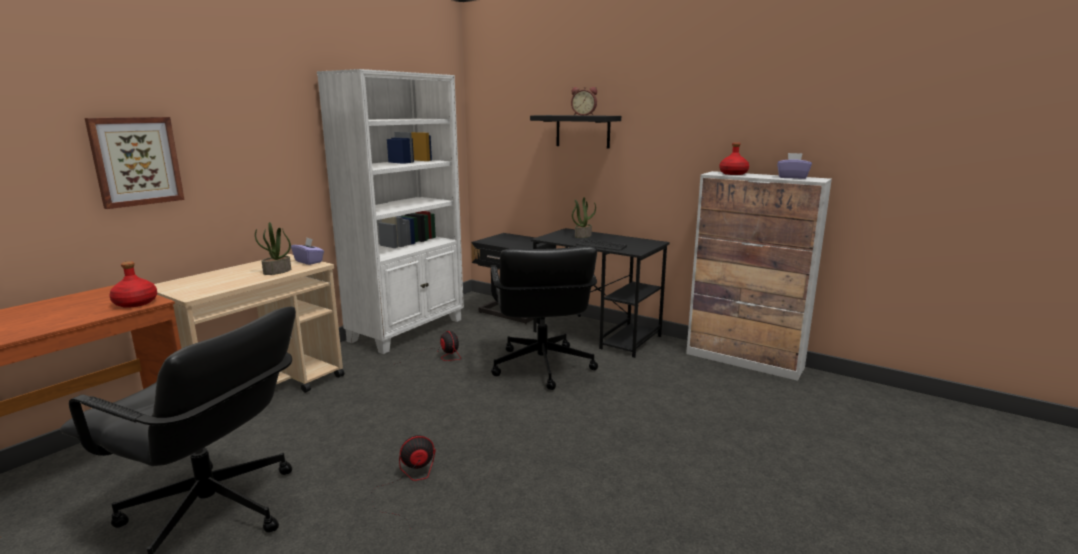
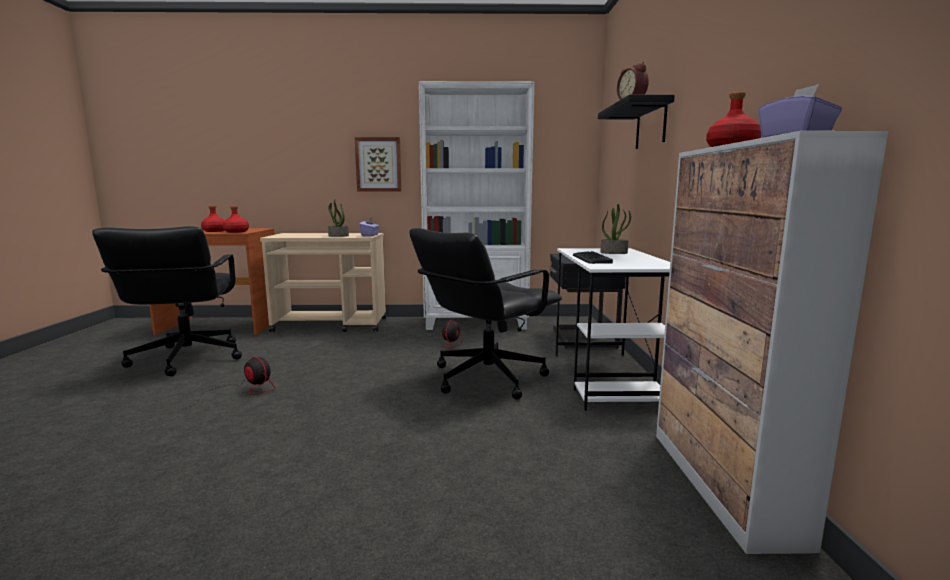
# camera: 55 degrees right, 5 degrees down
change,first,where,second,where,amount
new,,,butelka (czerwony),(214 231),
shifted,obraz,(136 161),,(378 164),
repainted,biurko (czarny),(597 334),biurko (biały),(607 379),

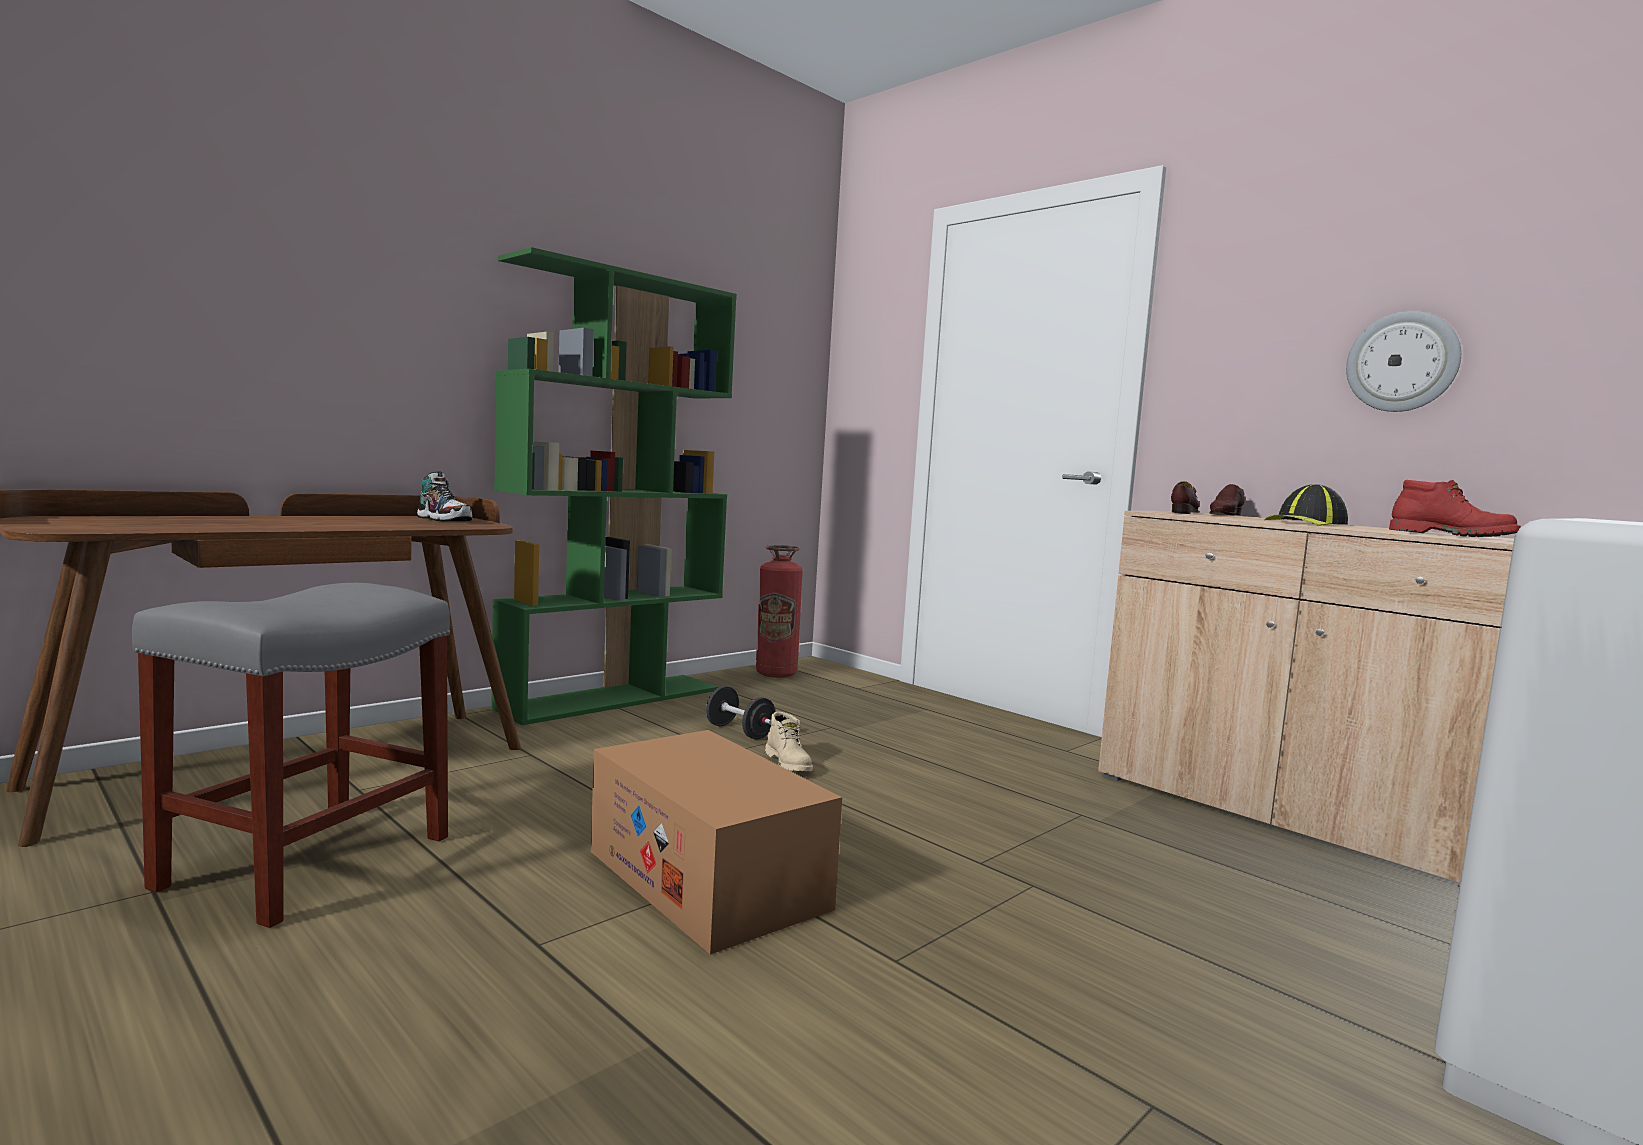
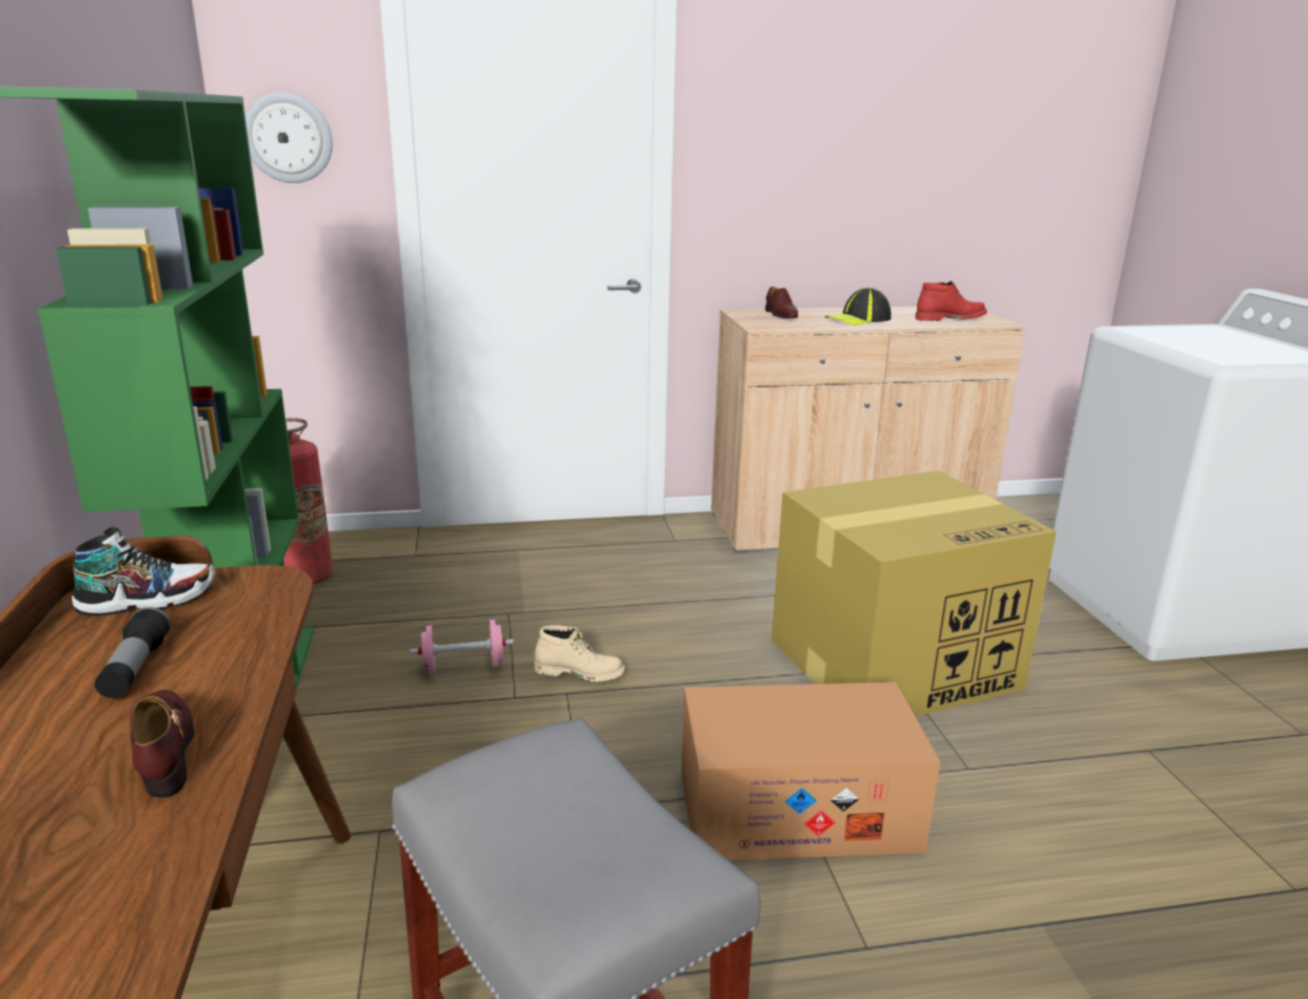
# camera: 55 degrees left, 15 degrees up
change,first,where,second,where,amount
new,,,latarka,(135 669),
shifted,but (brązowy),(1184 513),,(165 749),
shifted,zegar ścienny,(1402 362),,(288 138),
repainted,hantel (czarny),(739 732),hantel (różowy),(463 667),
new,,,karton,(895 662),
rotated,czapka z daszkiem,(1306 523),,(858 319),60 degrees clockwise

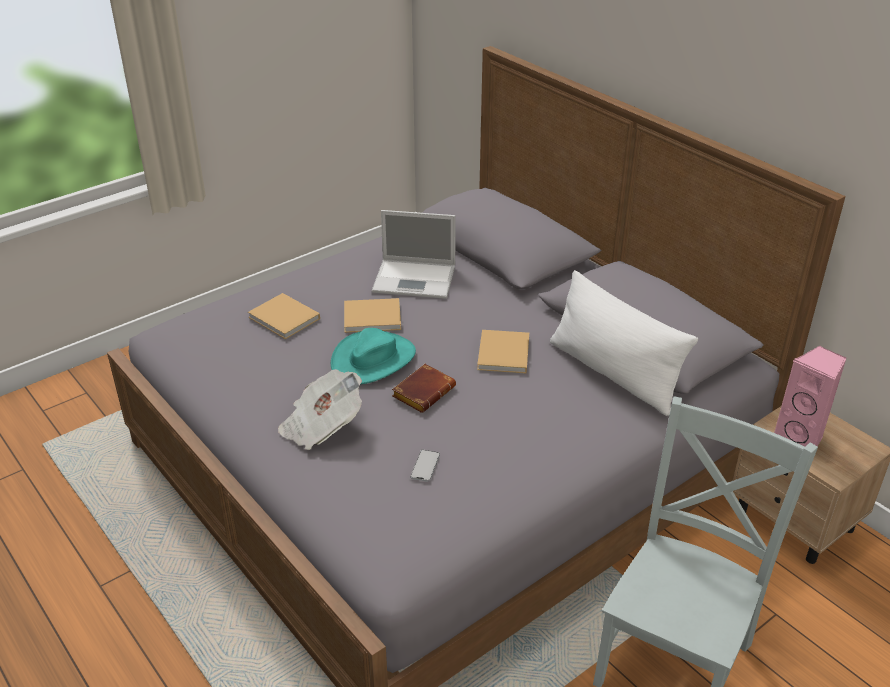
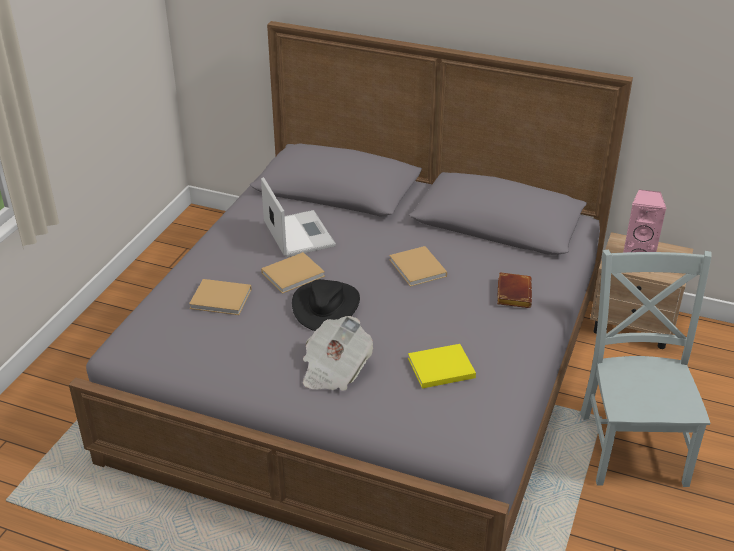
# camera: 30 degrees left, 0 degrees up
change,first,where,second,where,amount
rotated,laptop,(416 279),,(298 233),90 degrees counterclockwise
repainted,kapelusz (turkusowy),(373 359),kapelusz (czarny),(325 306),
swapped,telefon,(425 466),książka (żółty),(439 368),
shifted,książka (brązowy),(423 391),,(512 293),
gone,poduszka (biały),(613 373),,,

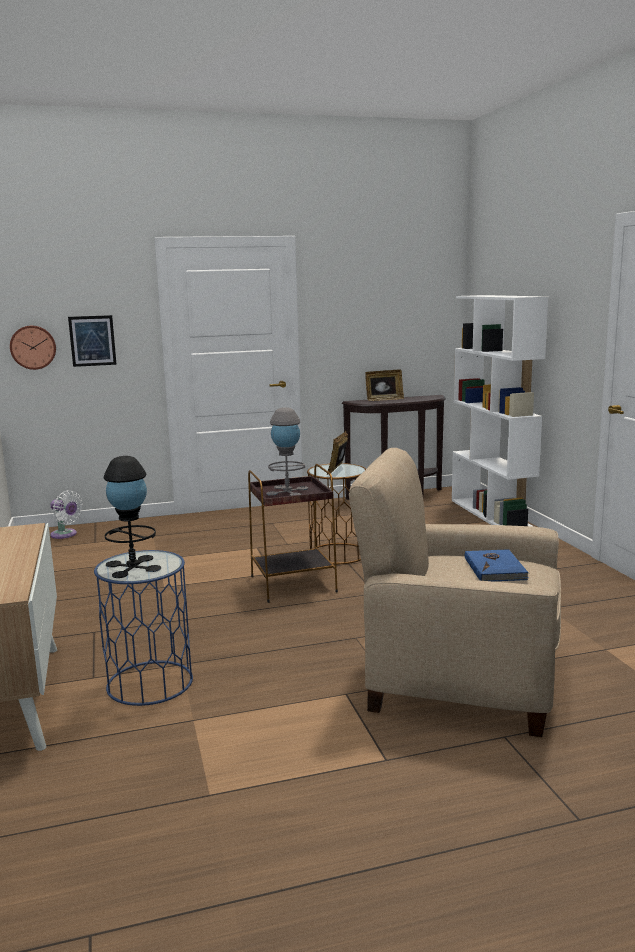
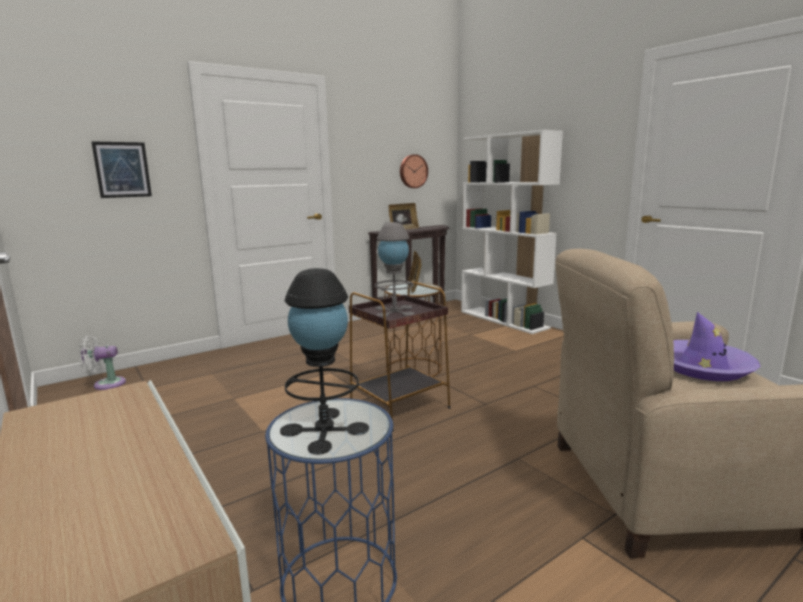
# camera: 20 degrees left, 0 degrees up
change,first,where,second,where,amount
rotated,wentylator (biały),(65 535),,(106 384),150 degrees clockwise
shifted,zegar ścienny,(33 347),,(413 171),
swapped,książka (niebieski),(496 568),kapelusz (fioletowy),(703 368),

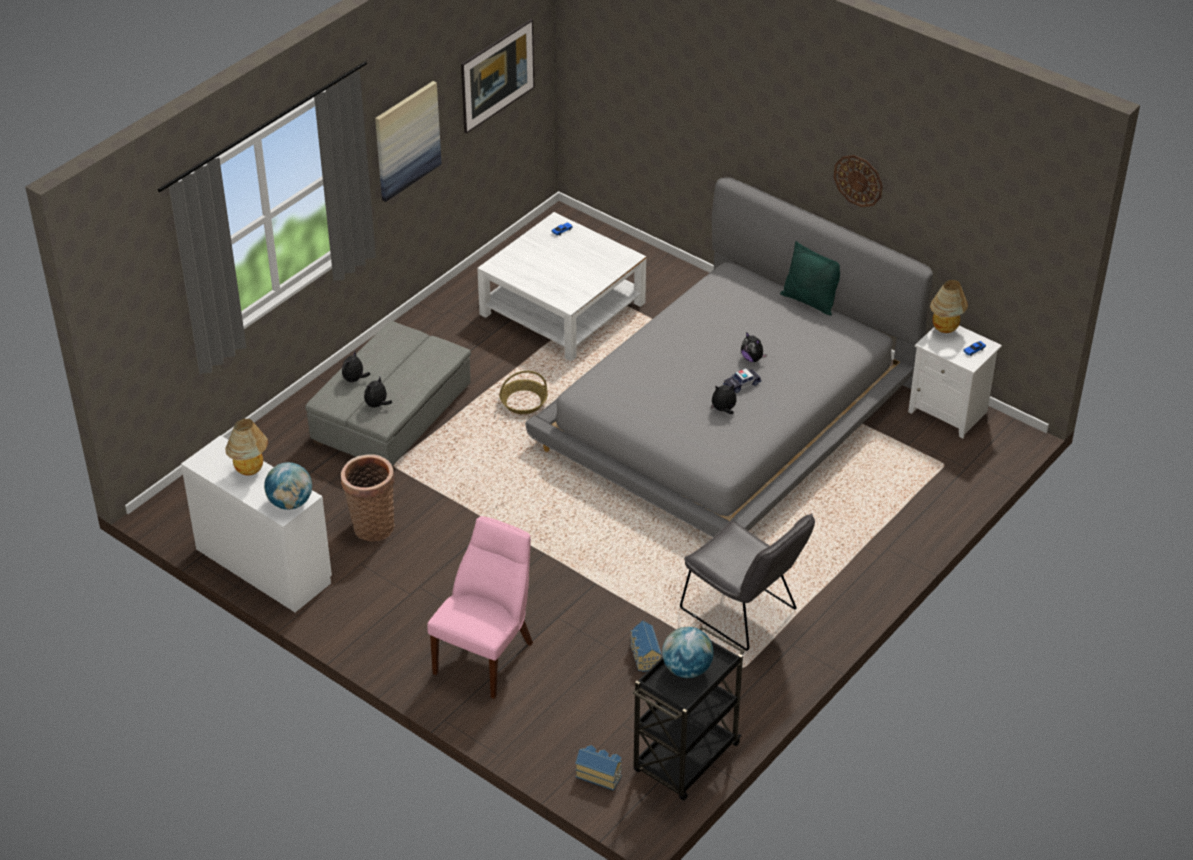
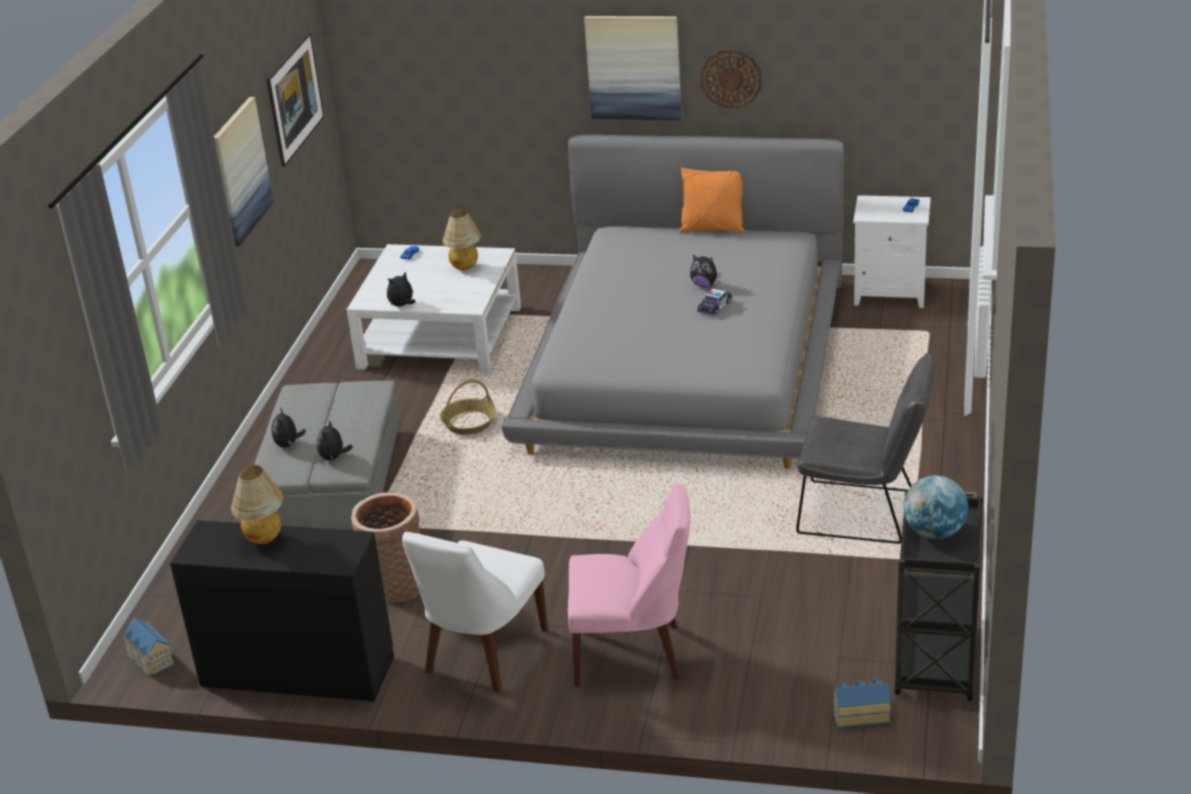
# camera: 25 degrees left, 10 degrees down
change,first,where,second,where,amount
shifted,domek,(644 656),,(149 660),
repainted,biurko (biały),(263 565),biurko (czarny),(297 671),
shifted,pluszak,(723 410),,(402 305),
new,,,krzesło (biały),(482 654),
shifted,lampa stołowa,(945 329),,(465 267),
rotated,krzesło (różowy),(487 655),,(633 654),90 degrees clockwise
new,,,obraz,(634 67),
repainted,poduszka (zielony),(809 301),poduszka (pomarańczowy),(712 229),
gone,globus,(290 503),,,

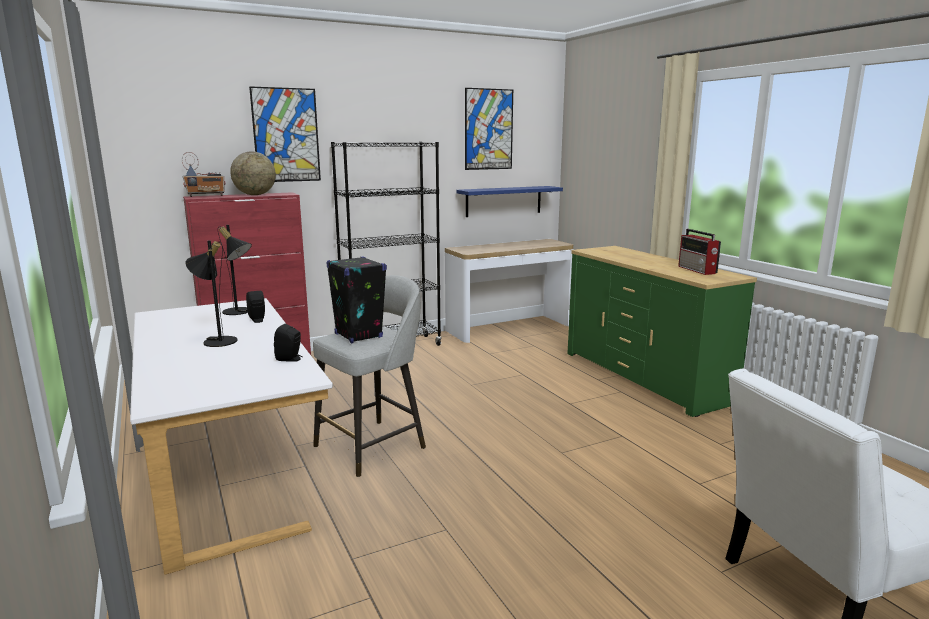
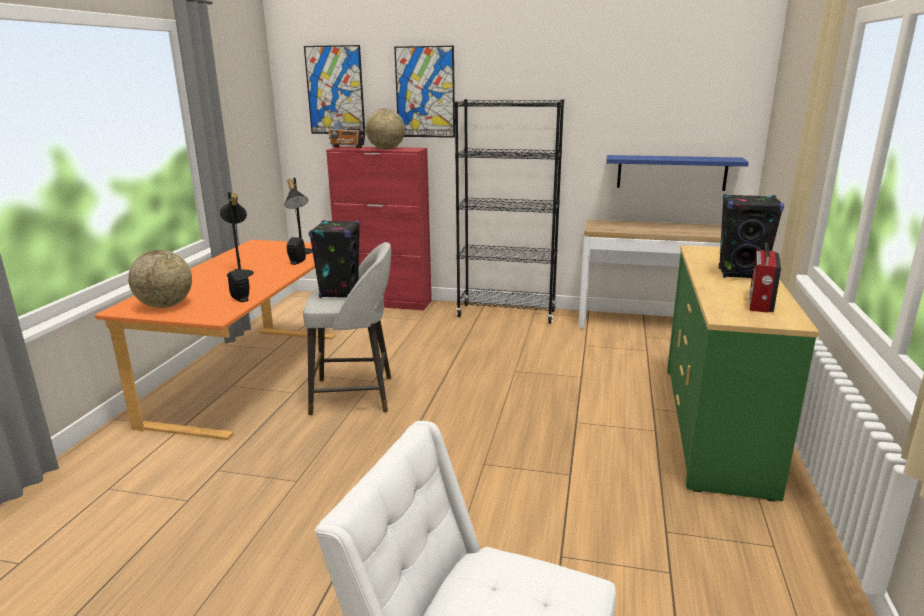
# camera: 40 degrees right, 5 degrees up
change,first,where,second,where,amount
repainted,biurko (biały),(231 469),biurko (pomarańczowy),(254 377),
new,,,globus,(165 305),
shifted,obraz,(488 129),,(335 90),
new,,,głośnik (czarny),(741 274),

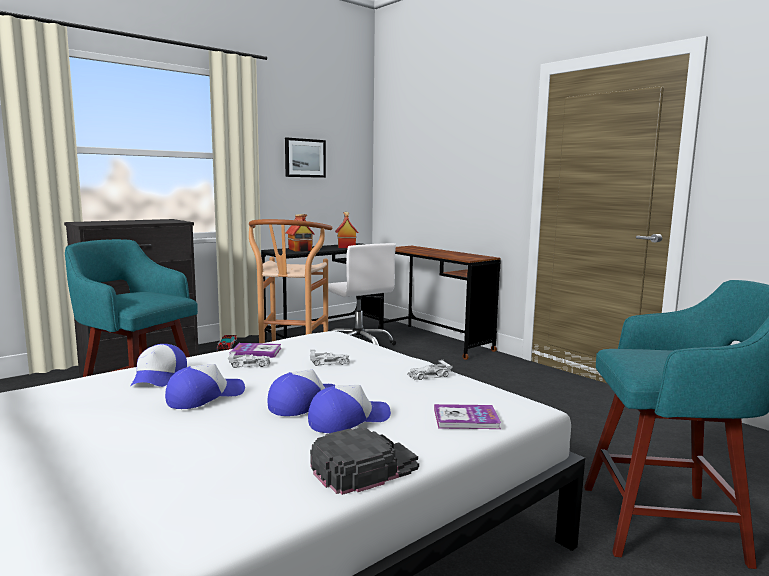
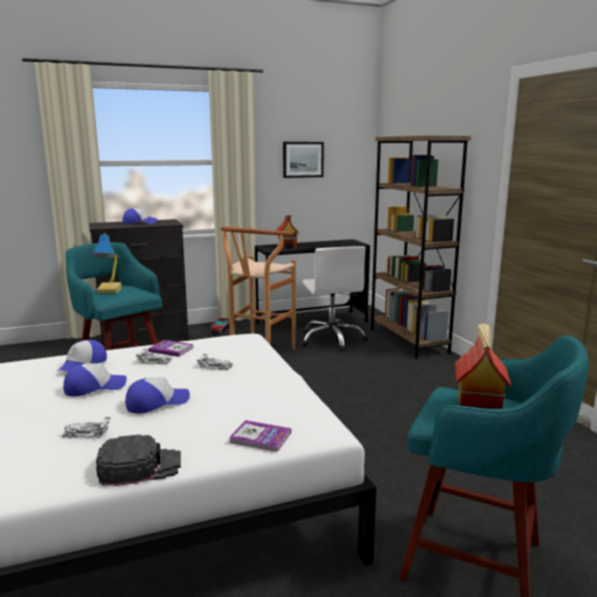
# camera: 20 degrees right, 5 degrees up
change,first,where,second,where,amount
shifted,samochodzik (biały),(428 376),,(86 433),
new,,,lampa stołowa,(110 290),
shifted,czapka z daszkiem,(348 420),,(139 223),
swapped,biurko (brązowy),(435 341),regał (brązowy),(408 340),
shifted,domek,(346 247),,(477 405),

